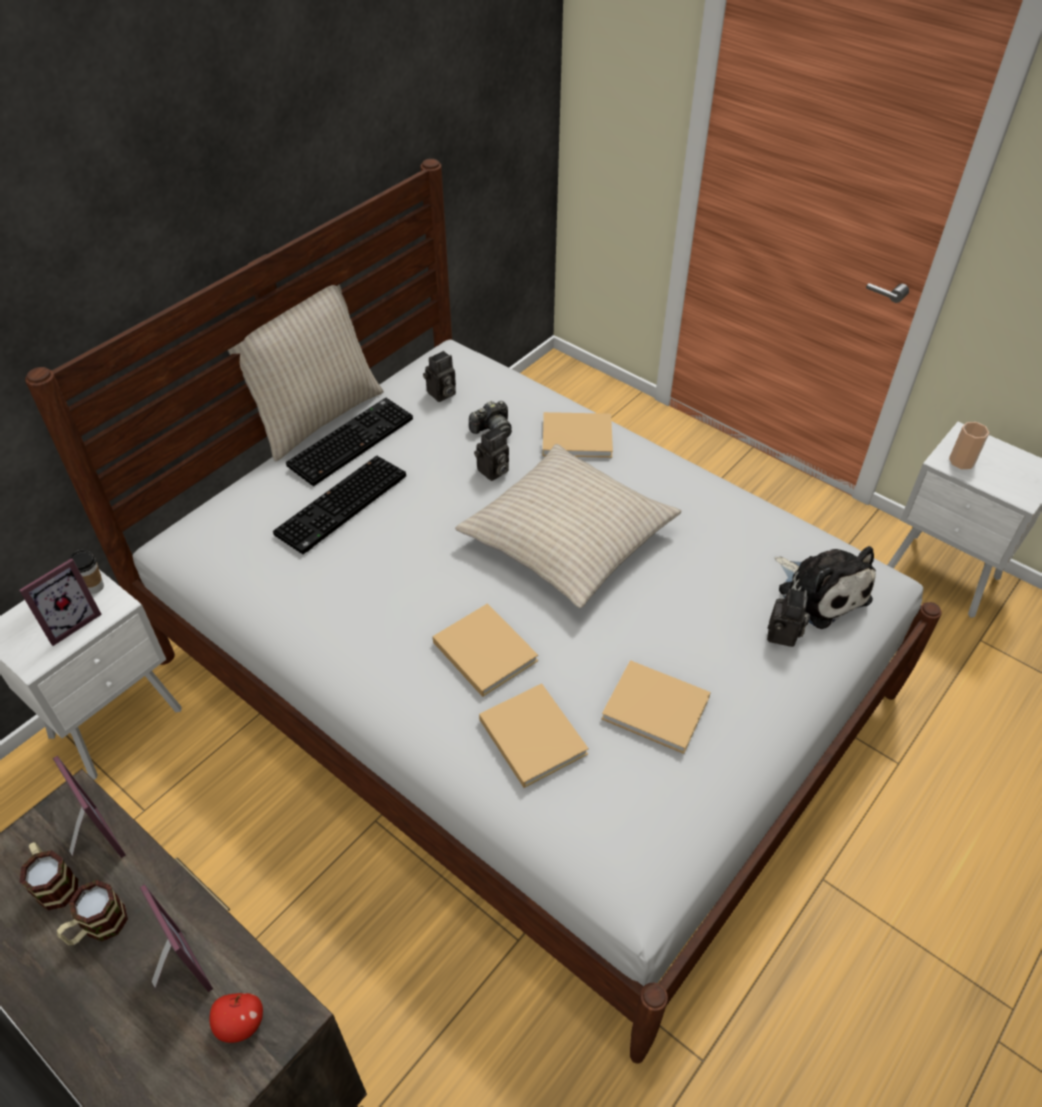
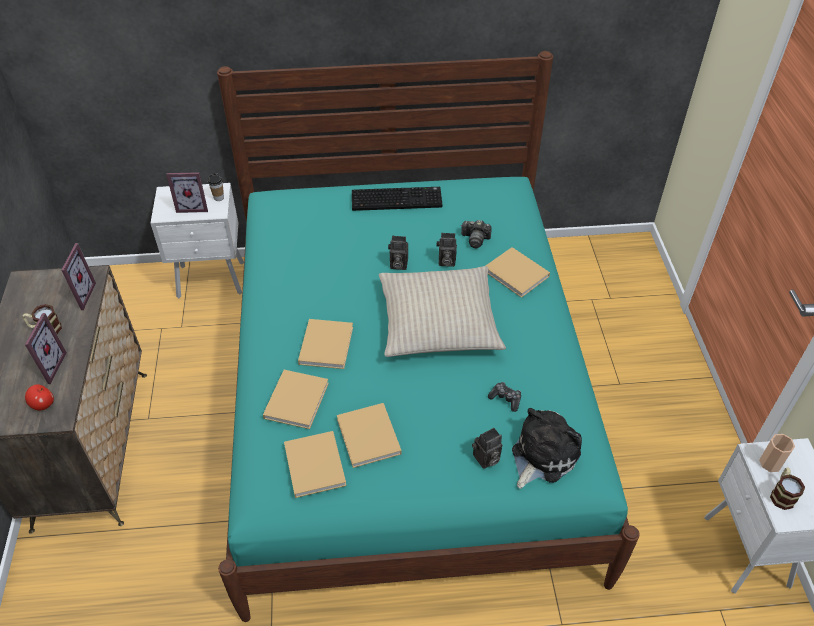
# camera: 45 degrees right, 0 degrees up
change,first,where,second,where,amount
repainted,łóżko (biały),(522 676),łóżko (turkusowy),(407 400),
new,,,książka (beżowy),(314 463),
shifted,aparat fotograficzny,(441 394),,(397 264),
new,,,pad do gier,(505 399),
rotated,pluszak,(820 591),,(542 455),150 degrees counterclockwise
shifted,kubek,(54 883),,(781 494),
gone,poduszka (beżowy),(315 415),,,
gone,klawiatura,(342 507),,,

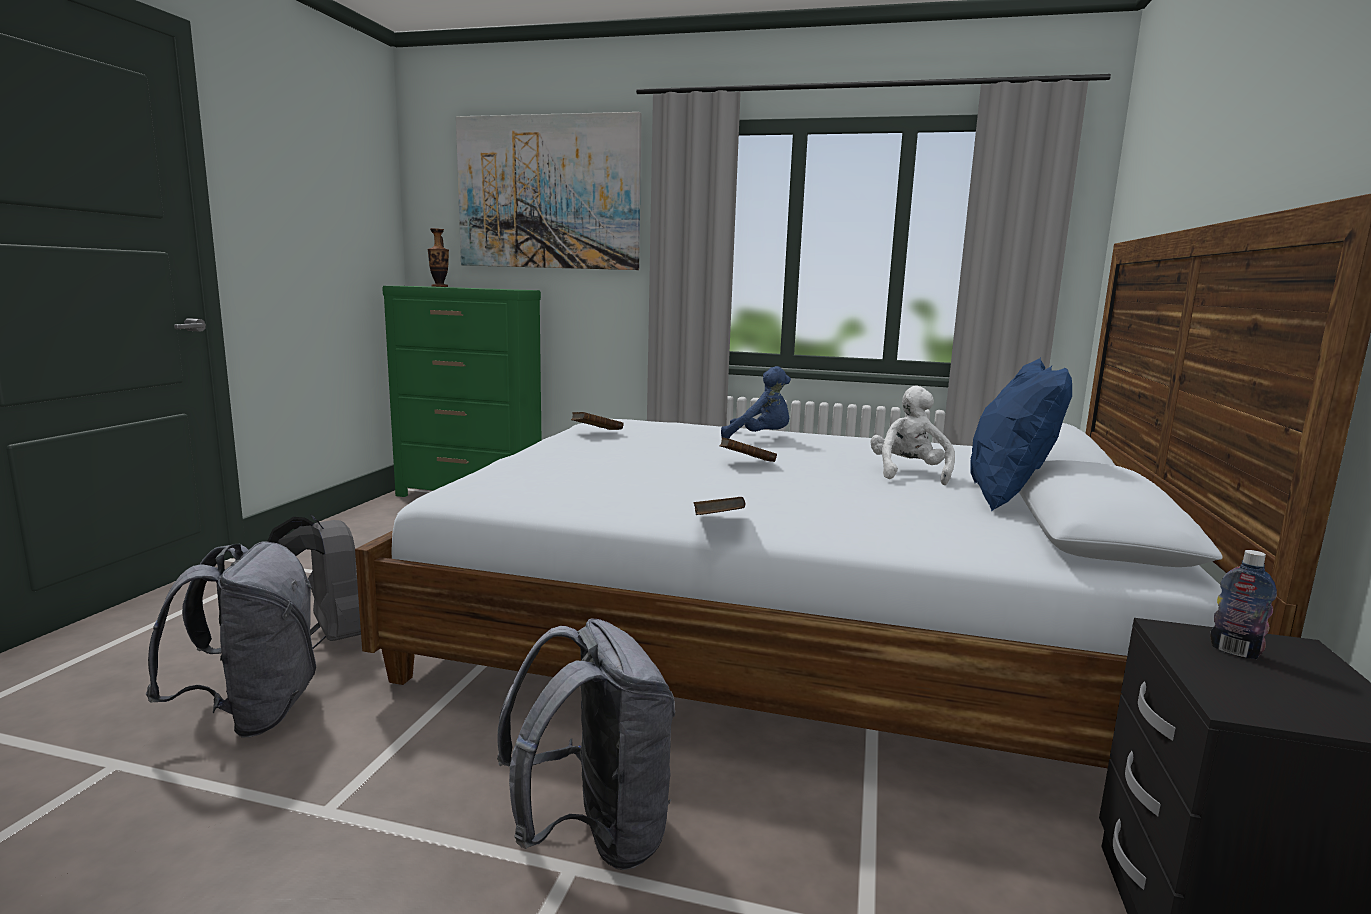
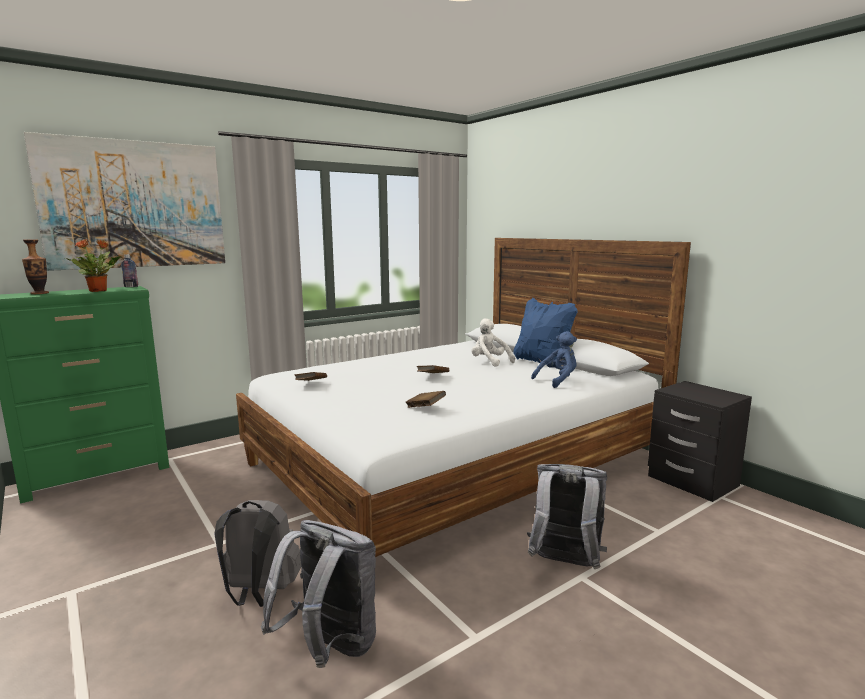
# camera: 50 degrees left, 0 degrees up
change,first,where,second,where,amount
new,,,roślina doniczkowa,(99 291),
shifted,butelka,(1234 651),,(131 287),
shifted,książka (brązowy),(719 524),,(425 408),
shifted,pluszak (niebieski),(760 438),,(558 380),

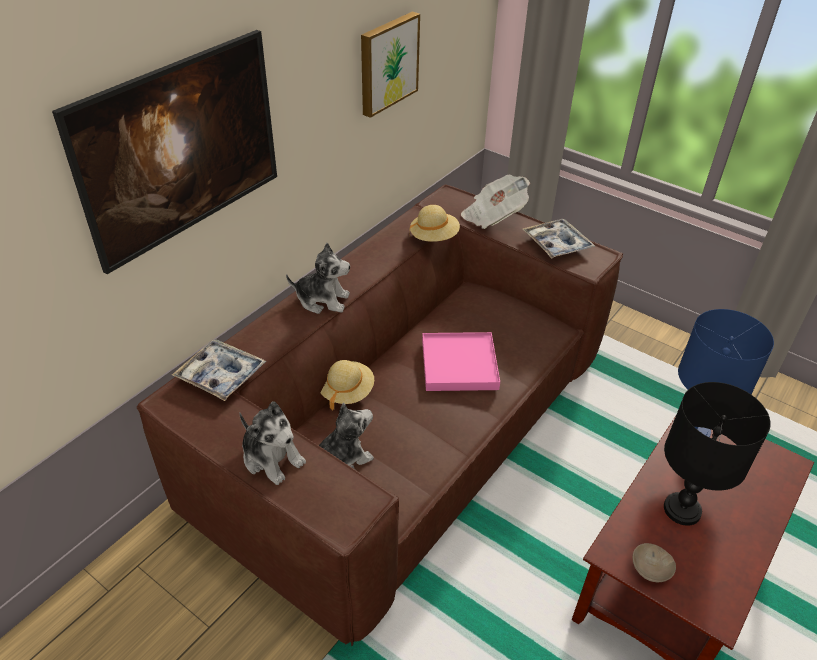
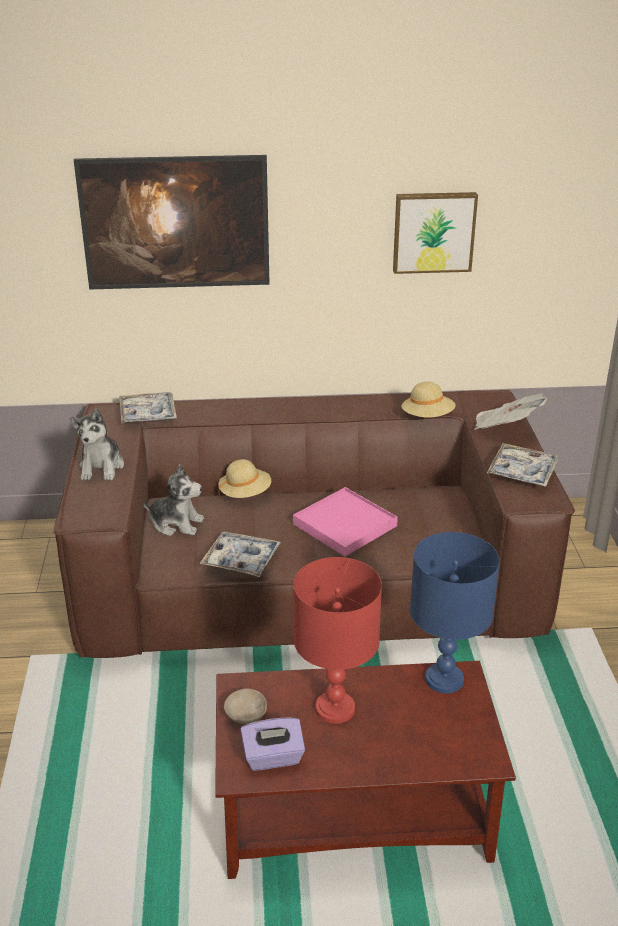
# camera: 50 degrees right, 10 degrees down
change,first,where,second,where,amount
new,,,taca,(241 560),
new,,,pudełko chusteczek (fioletowy),(273 758),
repainted,lampa stołowa (czarny),(681 509),lampa stołowa (czerwony),(334 708),
gone,pluszak,(322 300),,,

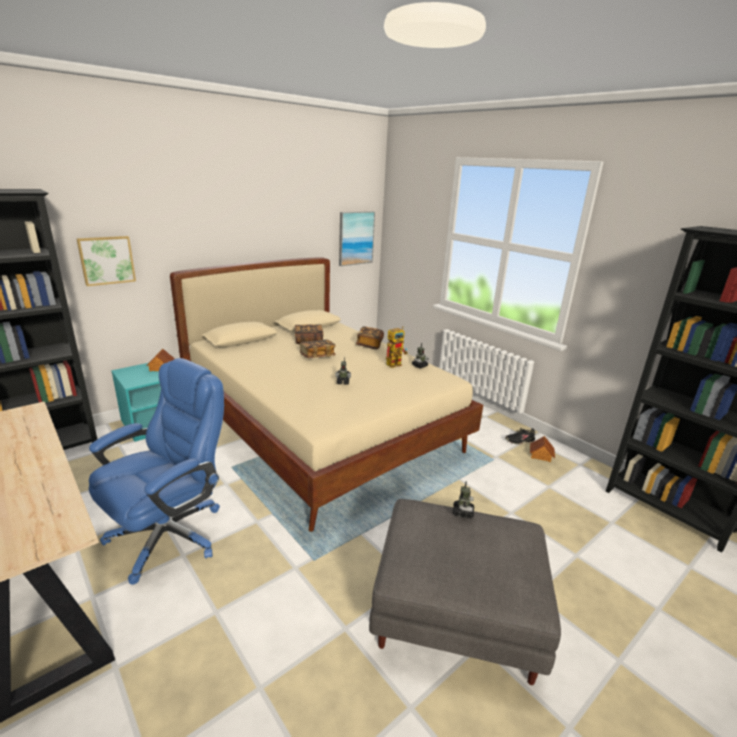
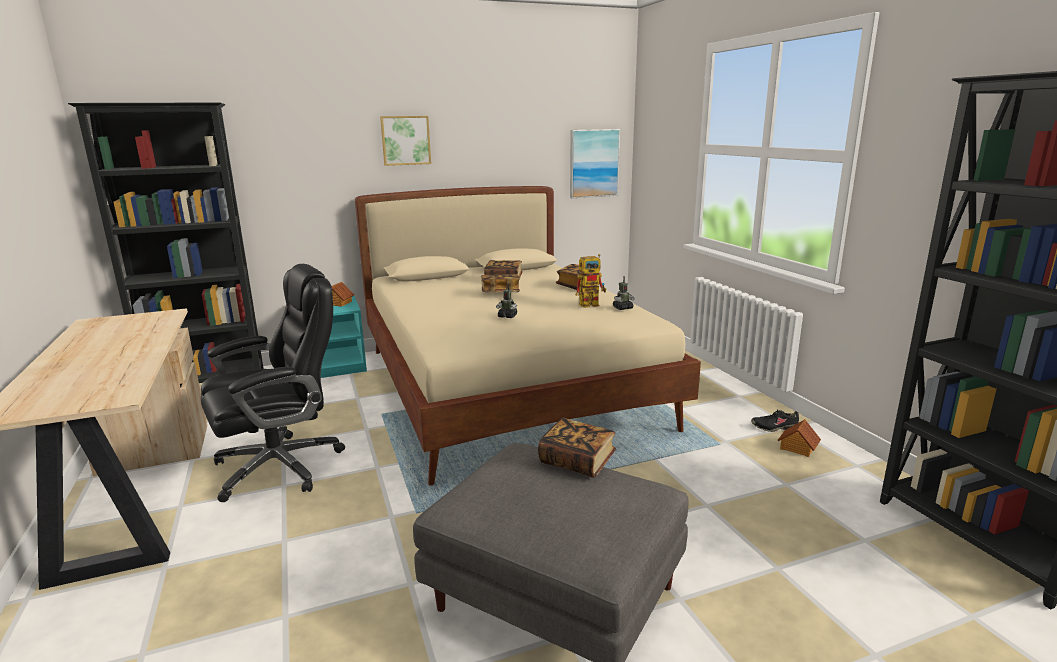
# camera: 20 degrees right, 5 degrees down
change,first,where,second,where,amount
repainted,krzesło biurowe (niebieski),(169 535),krzesło biurowe (czarny),(282 466),
shifted,obraz,(106 260),,(405 140),
swapped,robot zabawkowy,(462 512),książka,(577 461),

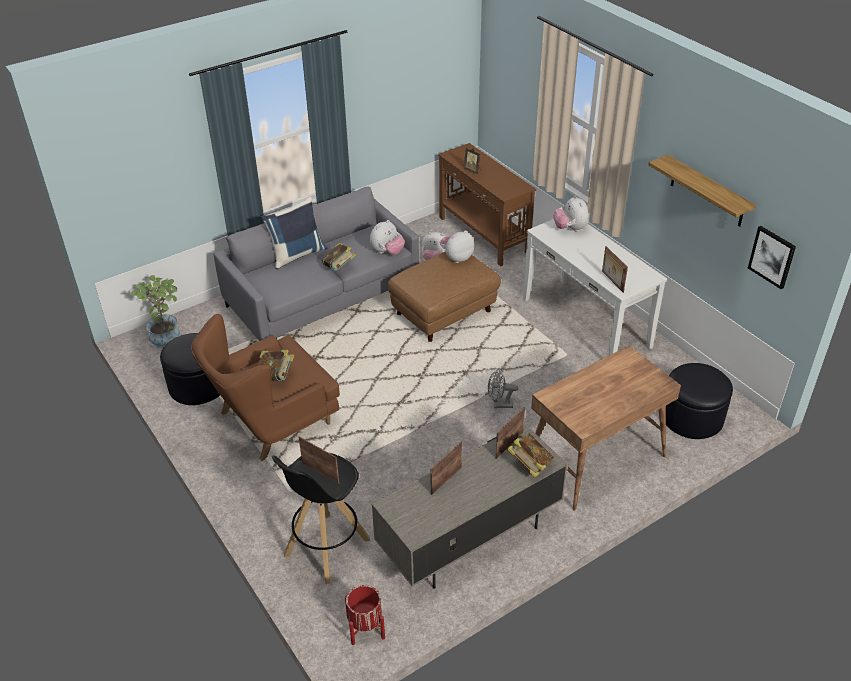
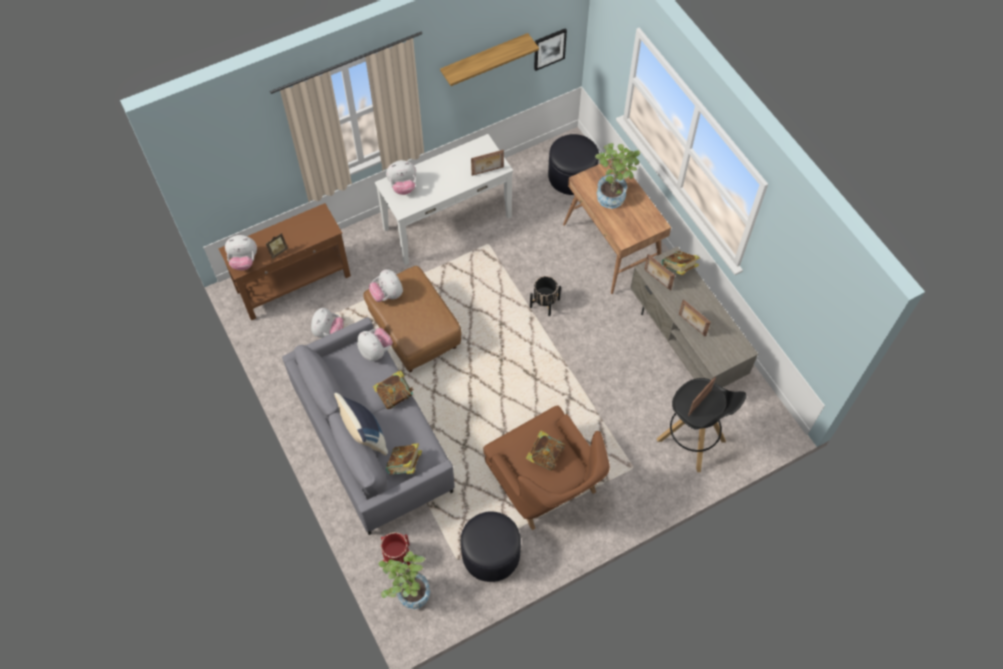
# camera: 85 degrees left, 20 degrees up
change,first,where,second,where,amount
new,,,pluszak,(244 261),
shifted,donica (czerwony),(365 627),,(397 557),
new,,,książka,(404 465),
swapped,wentylator (szary),(499 404),donica (czarny),(544 303),
new,,,roślina doniczkowa,(613 194),

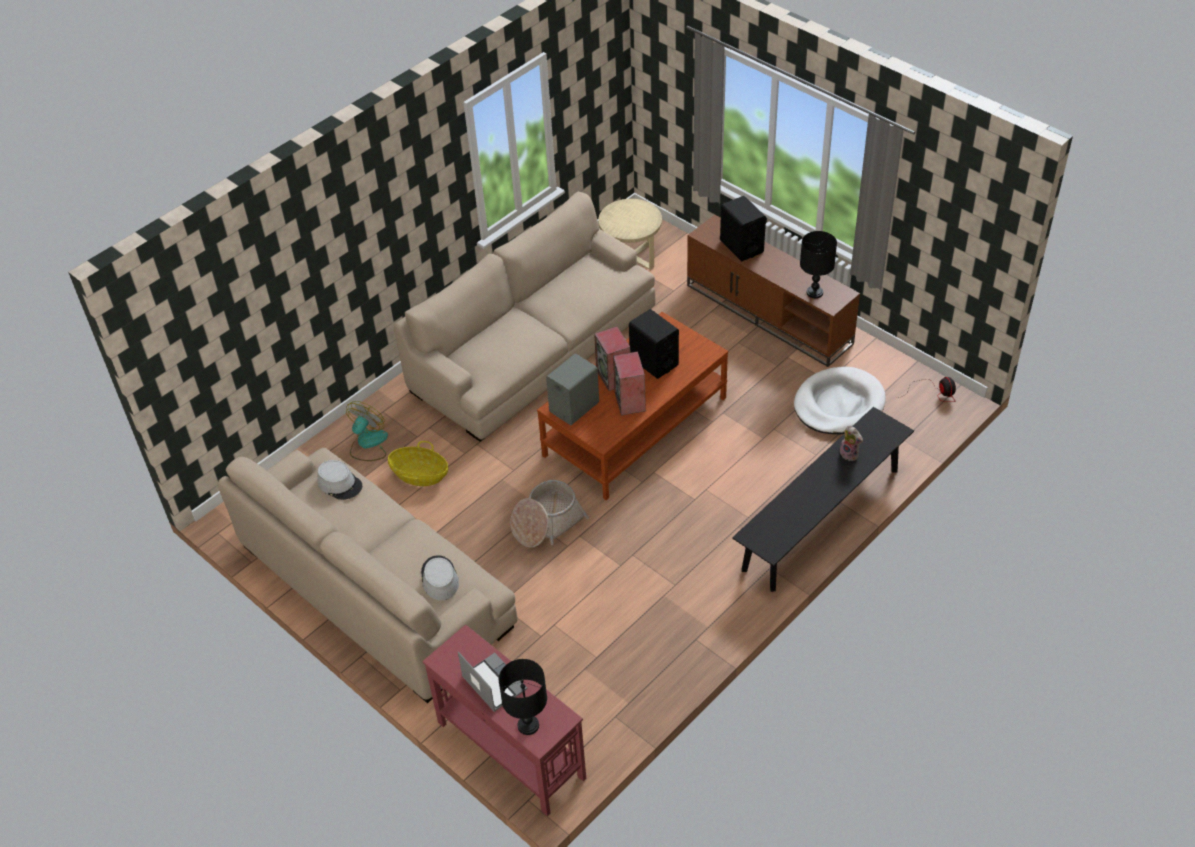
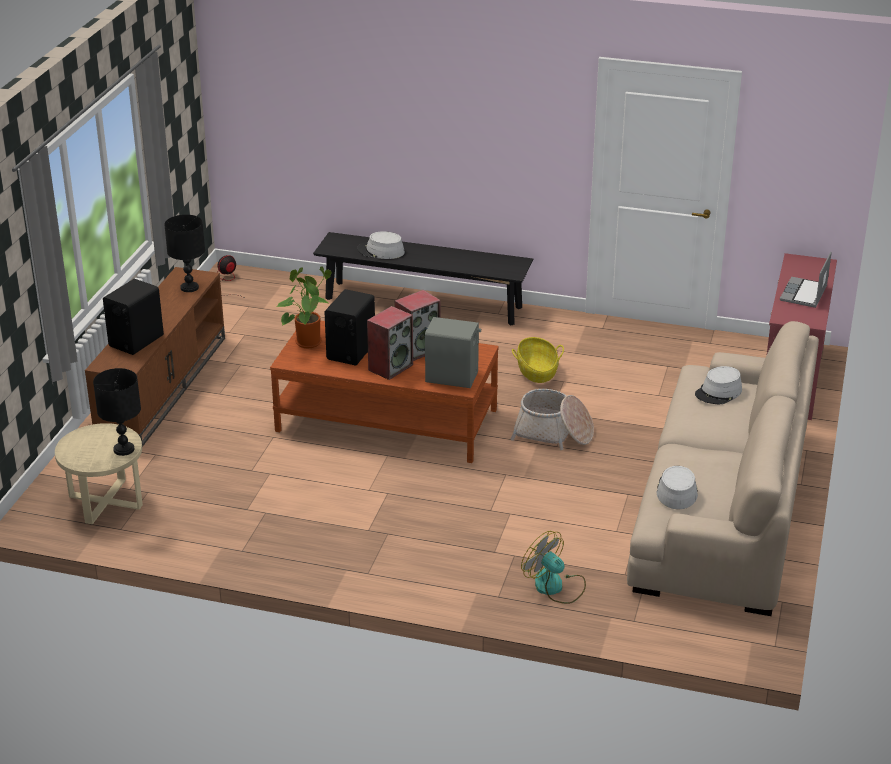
# camera: 120 degrees left, 15 degrees down
change,first,where,second,where,amount
shifted,lampa stołowa (czarny),(528 725),,(124 449),
new,,,roślina doniczkowa,(307 341),
swapped,pluszak,(850 454),kapelusz (szary),(381 251),
shifted,koszyk,(420 475),,(537 372),
rotated,wentylator,(368 444),,(555 587),45 degrees clockwise
gone,kanapa (beżowy),(534 349),,,
gone,legowisko (biały),(838 404),,,

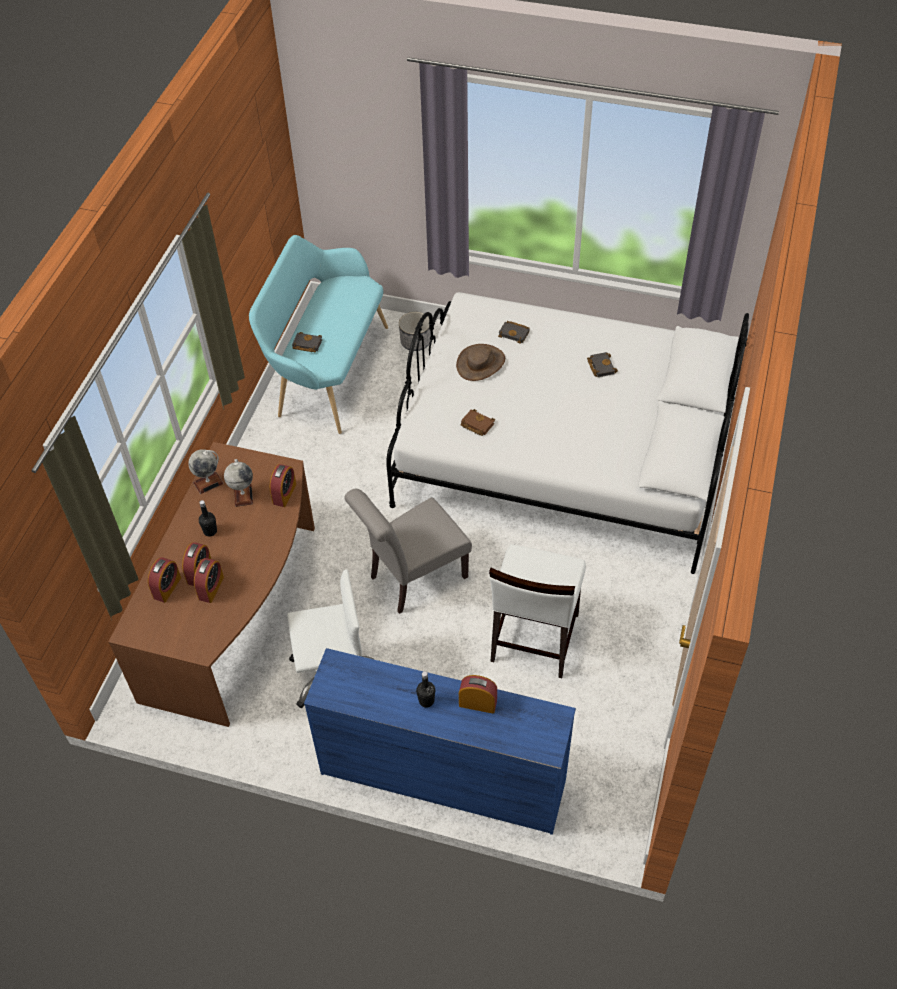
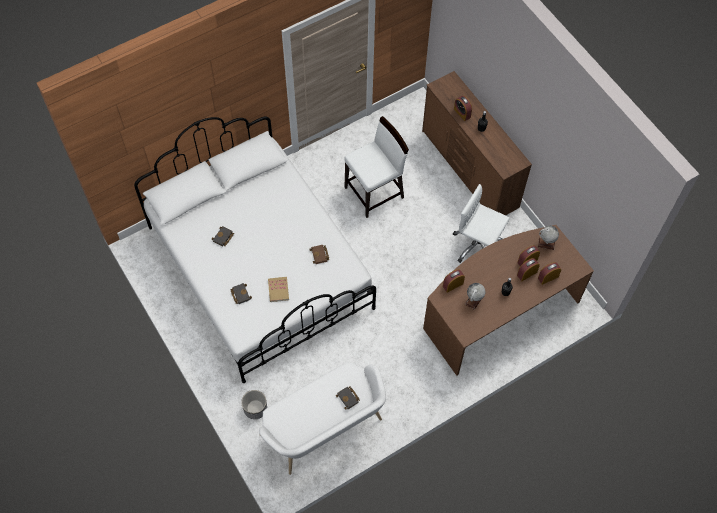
# camera: 140 degrees left, 10 degrees up
change,first,where,second,where,amount
repainted,ławka (turkusowy),(327 371),ławka (biały),(325 430),
swapped,kapelusz (brązowy),(481 363),książka,(278 290),
repainted,komoda (niebieski),(442 775),komoda (brązowy),(469 169),
shifted,globus,(208 483),,(546 243),
gone,krzesło (szary),(413 579),,,

